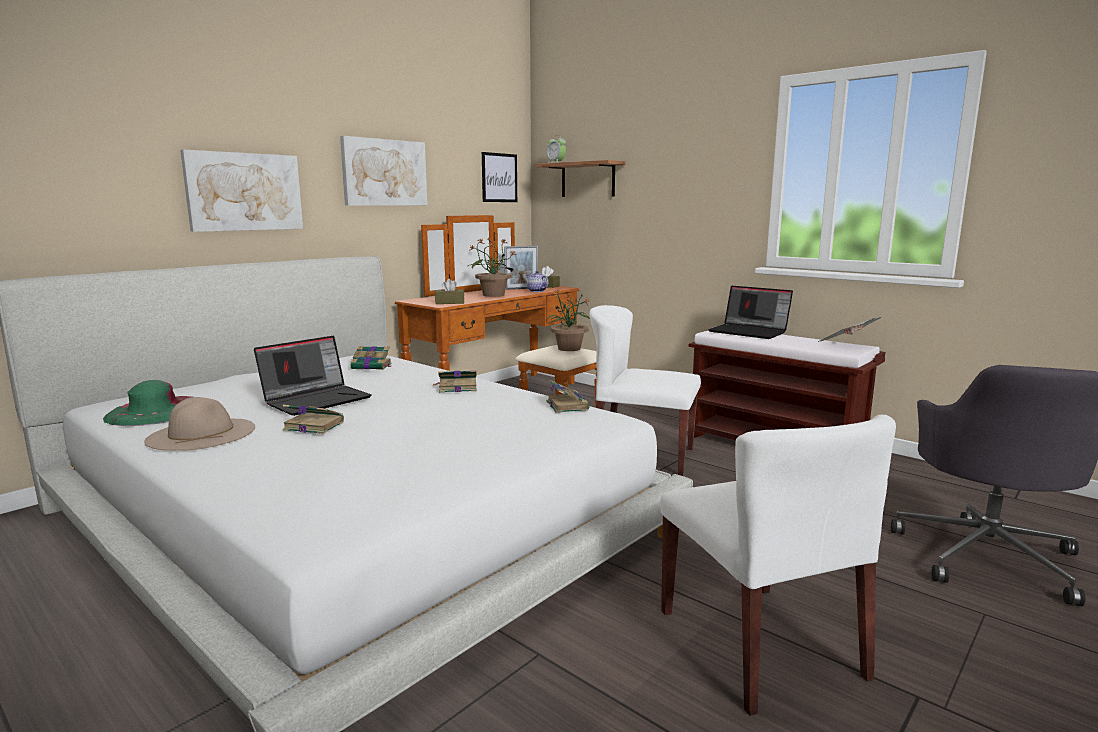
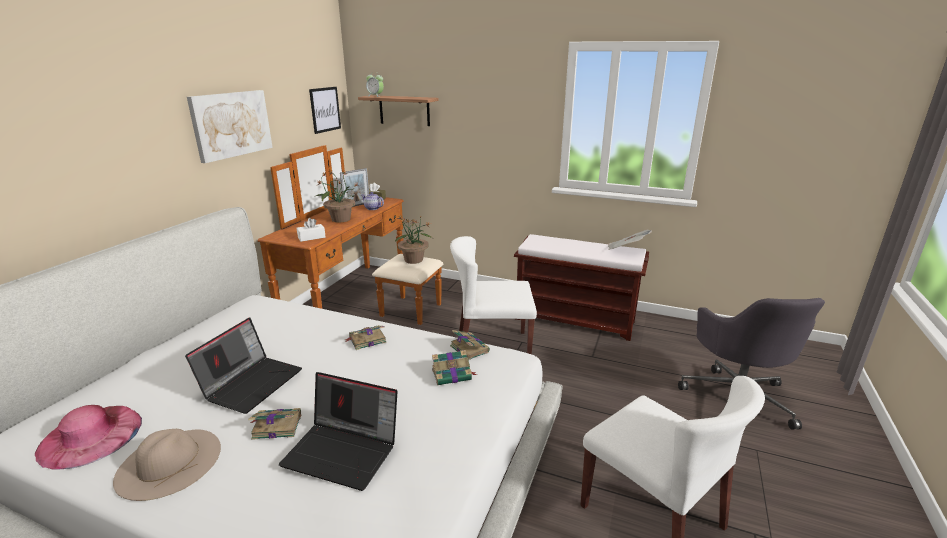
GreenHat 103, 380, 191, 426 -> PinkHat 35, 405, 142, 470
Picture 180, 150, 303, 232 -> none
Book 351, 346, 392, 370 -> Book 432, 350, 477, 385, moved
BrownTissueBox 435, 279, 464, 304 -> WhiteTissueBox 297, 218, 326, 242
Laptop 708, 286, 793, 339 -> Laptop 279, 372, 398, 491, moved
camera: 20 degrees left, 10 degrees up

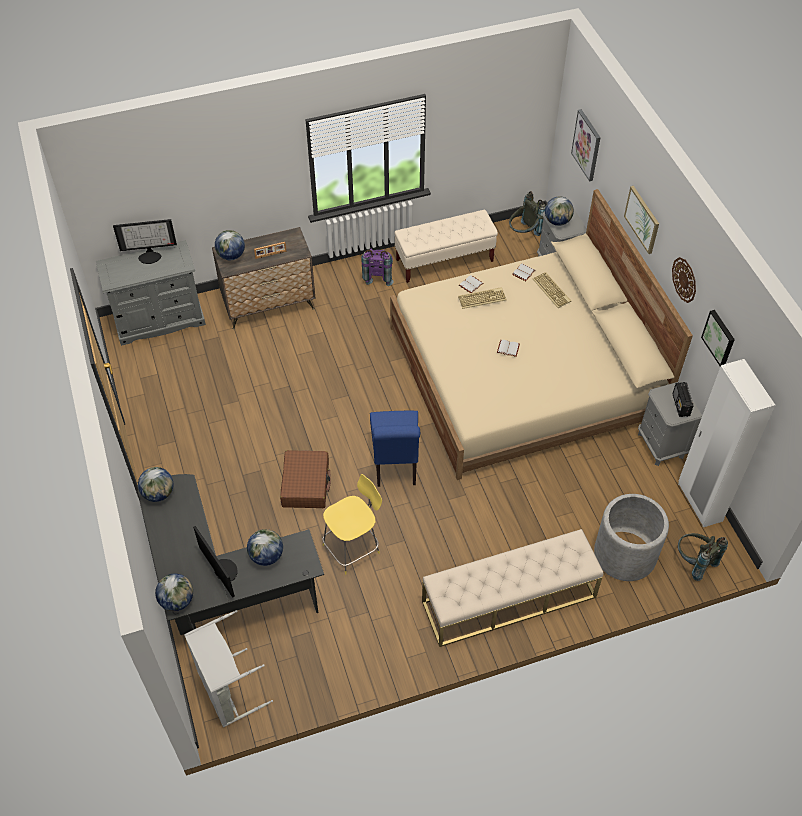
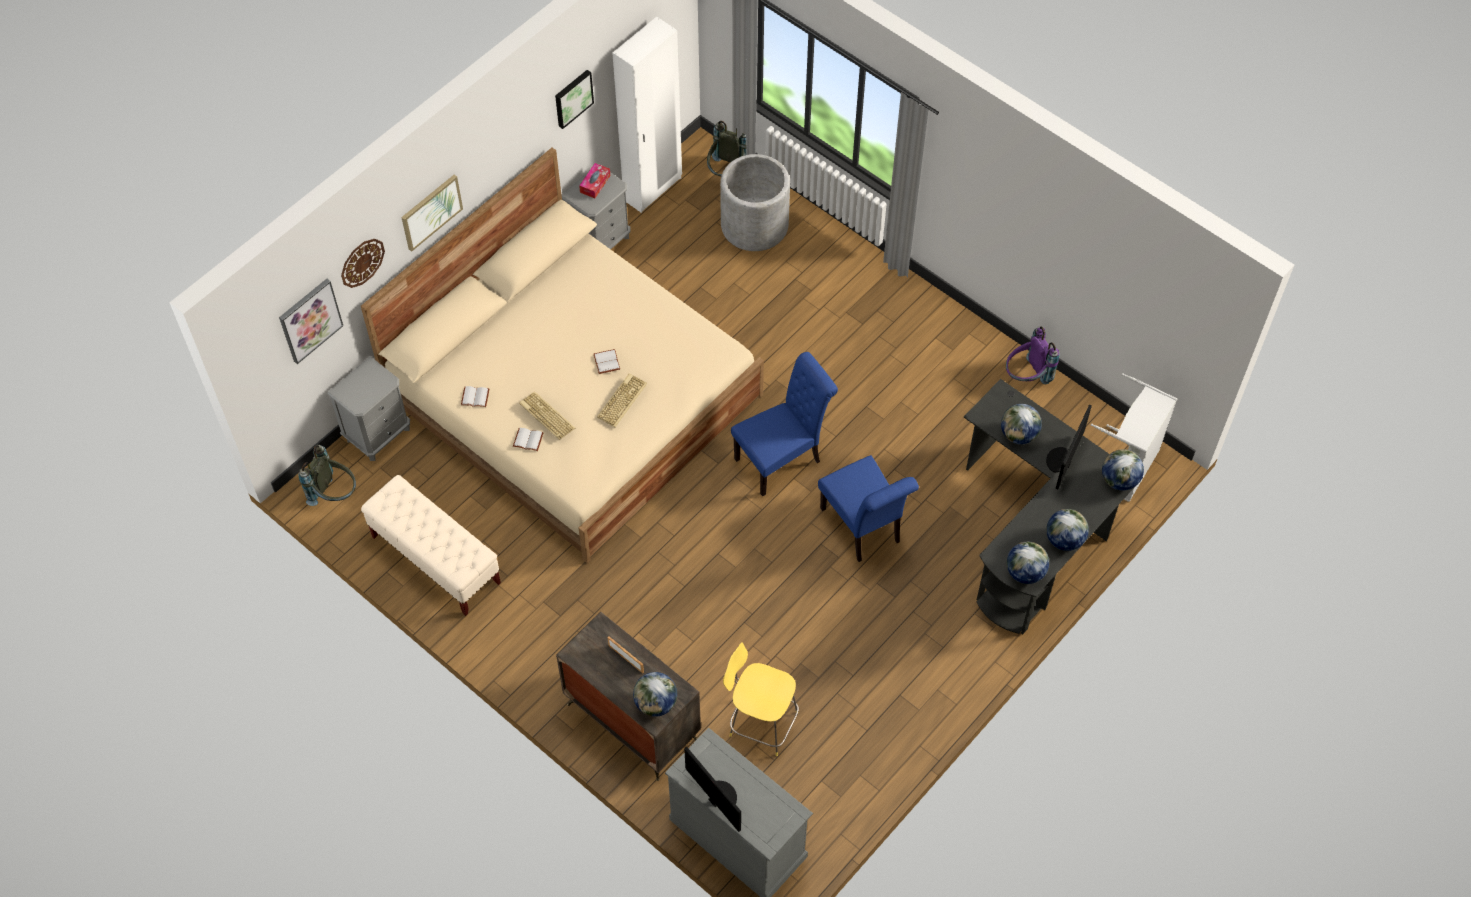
BrownSuitcase 280, 450, 331, 508 -> BlueChair 818, 455, 919, 562
YellowStool 322, 474, 382, 575 -> YellowStool 723, 642, 799, 756, moved
PurpleBackpack 361, 249, 394, 286 -> PurpleBackpack 1006, 326, 1060, 384, moved
BeigeBench 422, 529, 603, 647 -> none
Keyboard 533, 272, 571, 308 -> Keyboard 597, 373, 647, 427, moved
Globe 545, 196, 574, 226 -> Globe 1046, 509, 1089, 551, moved
WallClock 672, 257, 696, 303 -> WallClock 341, 239, 385, 288, moved
Radio 673, 382, 694, 417 -> TissueBox 579, 163, 610, 198
camera: 120 degrees left, 5 degrees up

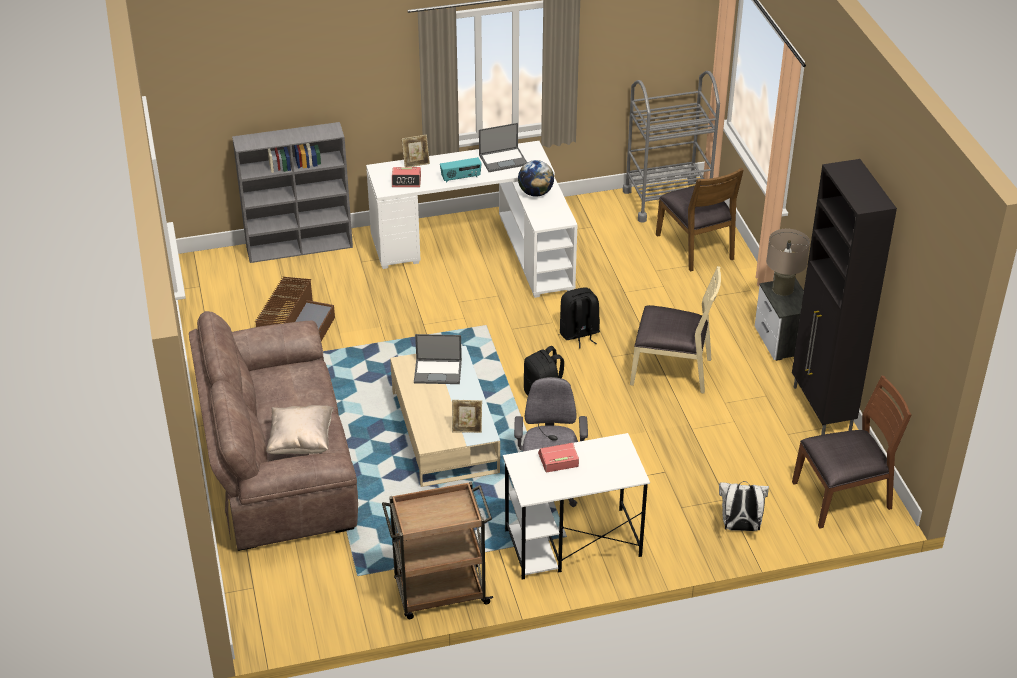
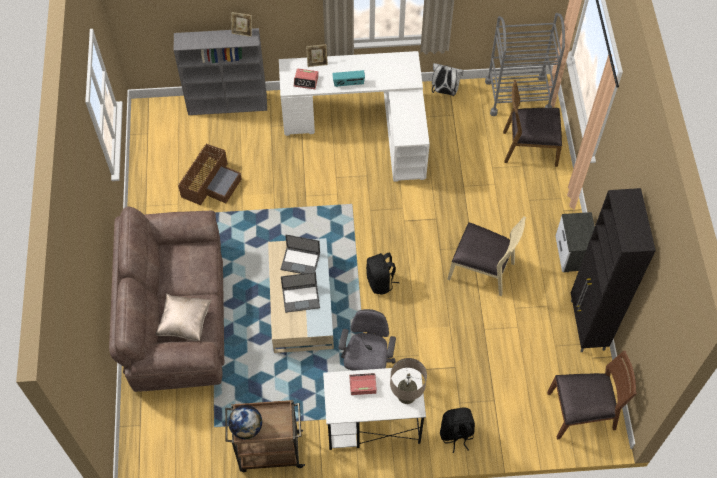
PictureFrame 452, 400, 482, 433 -> PictureFrame 231, 12, 252, 37, moved
Laptop 479, 123, 527, 172 -> Laptop 281, 272, 320, 313, moved
Globe 518, 160, 554, 197 -> Globe 228, 405, 262, 439, moved
BlackBackpack 560, 287, 600, 348 -> BlackBackpack 440, 407, 475, 453, moved
BrownChair 656, 168, 744, 272 -> BrownChair 503, 80, 562, 167, 105 degrees clockwise
WhiteBackpack 719, 481, 769, 531 -> WhiteBackpack 432, 63, 464, 96, moved
BeigeTableLamp 766, 229, 810, 296 -> BeigeTableLamp 390, 358, 427, 404, moved
camera: 10 degrees right, 20 degrees up

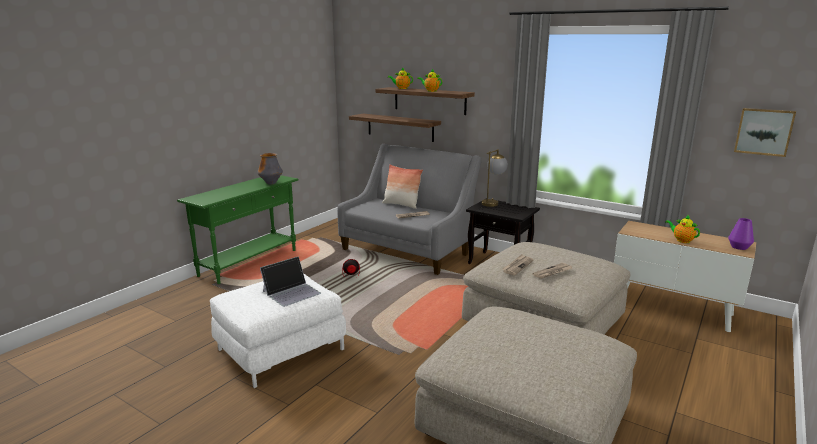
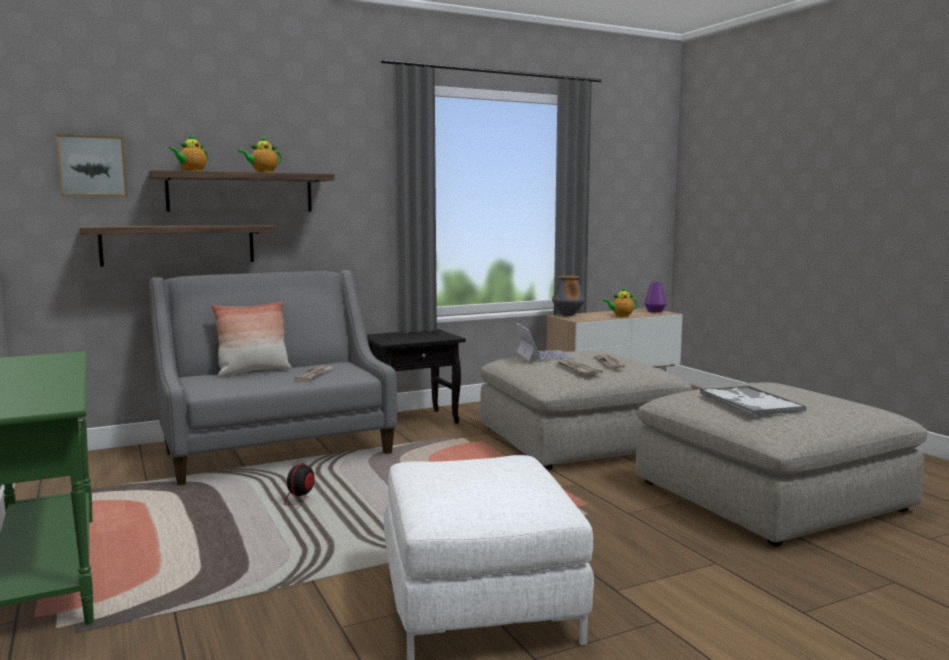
Vase 257, 153, 283, 184 -> Vase 552, 276, 585, 316, moved
Laptop 260, 256, 321, 307 -> Laptop 516, 323, 574, 361, moved
TableLamp 482, 149, 508, 207 -> none
Picture 734, 108, 796, 157 -> Picture 56, 134, 127, 197, moved
none -> Tray 700, 386, 806, 416
camera: 60 degrees left, 10 degrees down

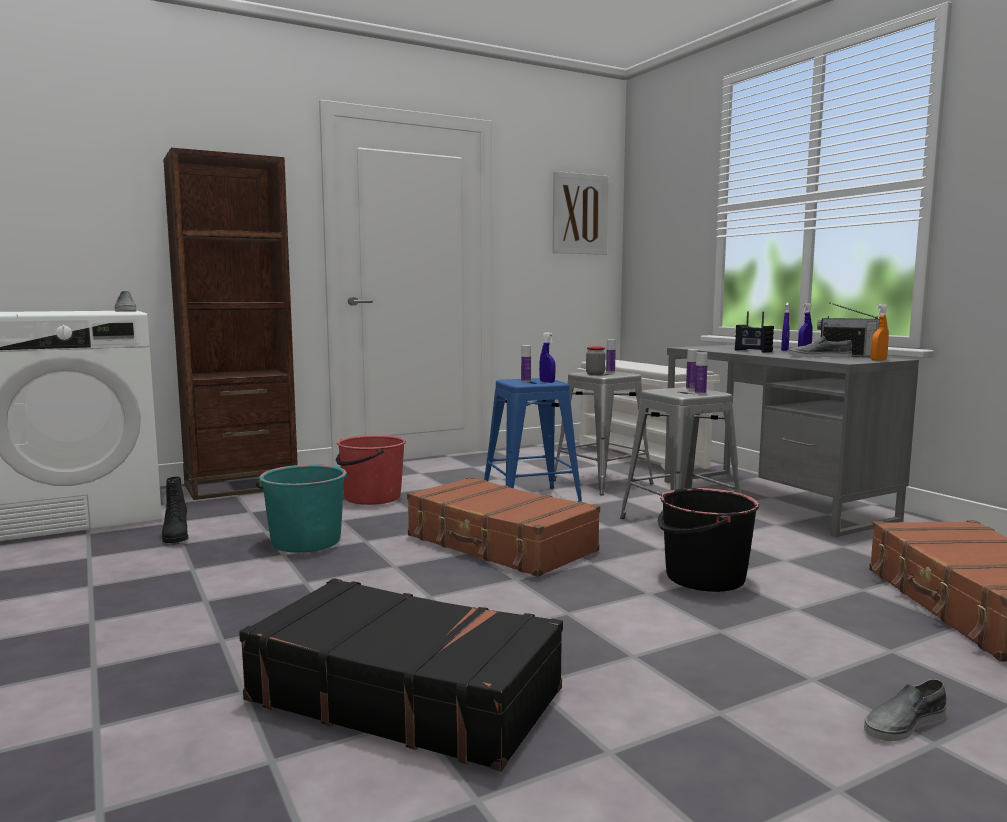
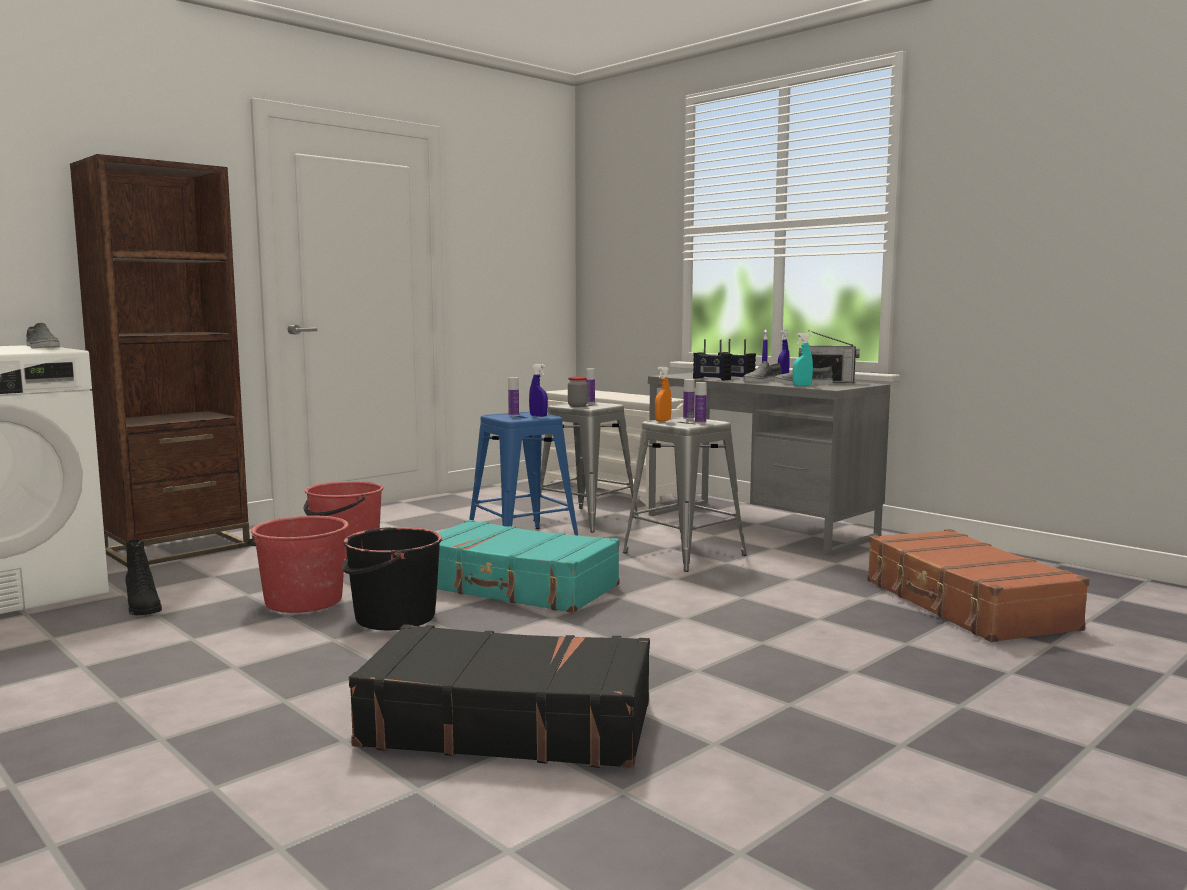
TurquoiseBucket 256, 464, 348, 553 -> RedBucket 247, 516, 349, 613
BrownSuitcase 407, 477, 600, 577 -> TurquoiseSuitcase 437, 520, 620, 613
Picture 553, 171, 609, 255 -> none
BlackBucket 657, 488, 759, 592 -> BlackBucket 342, 527, 442, 630, moved
GreyShoe 864, 679, 947, 741 -> GreyShoe 743, 361, 781, 383, moved
OrangeSprayBottle 871, 304, 889, 361 -> OrangeSprayBottle 655, 366, 672, 422, moved
none -> Radio 693, 339, 732, 380
none -> TurquoiseSprayBottle 792, 333, 813, 386
camera: 15 degrees left, 0 degrees up

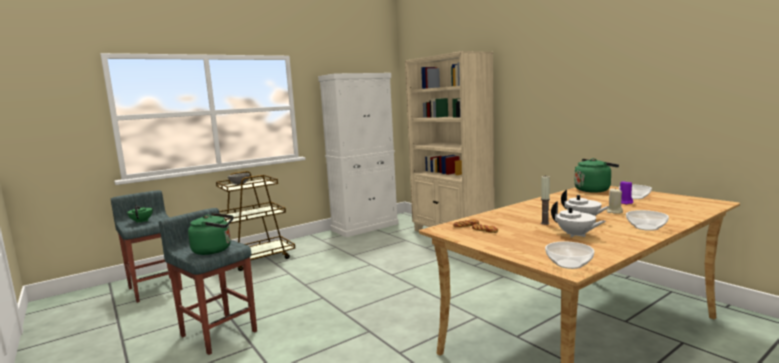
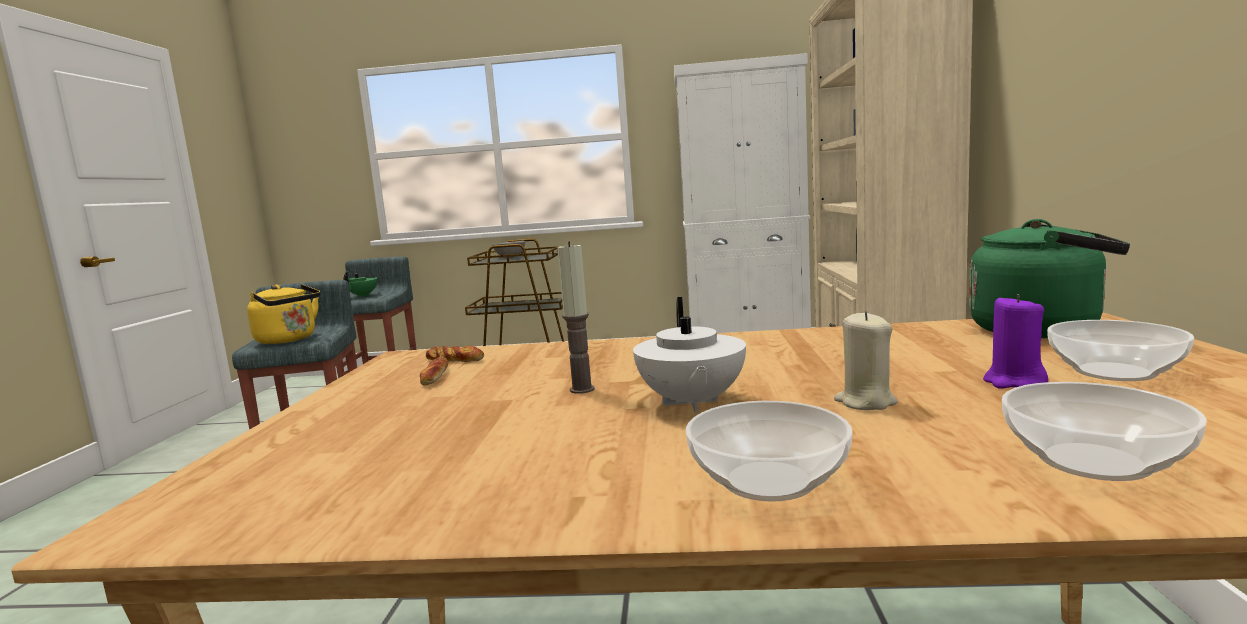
GreenKettle 188, 213, 234, 255 -> YellowKettle 247, 284, 321, 344
Bowl 545, 241, 594, 269 -> Bowl 1002, 382, 1207, 481, moved
WhiteTeapot 551, 201, 606, 238 -> none
camera: 40 degrees right, 0 degrees up

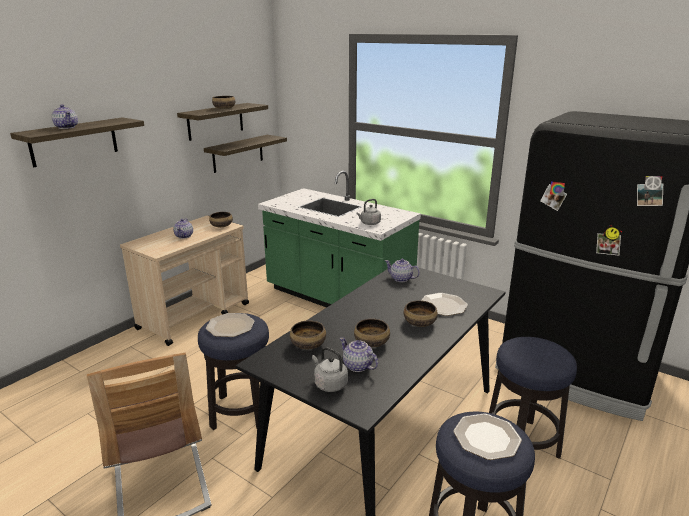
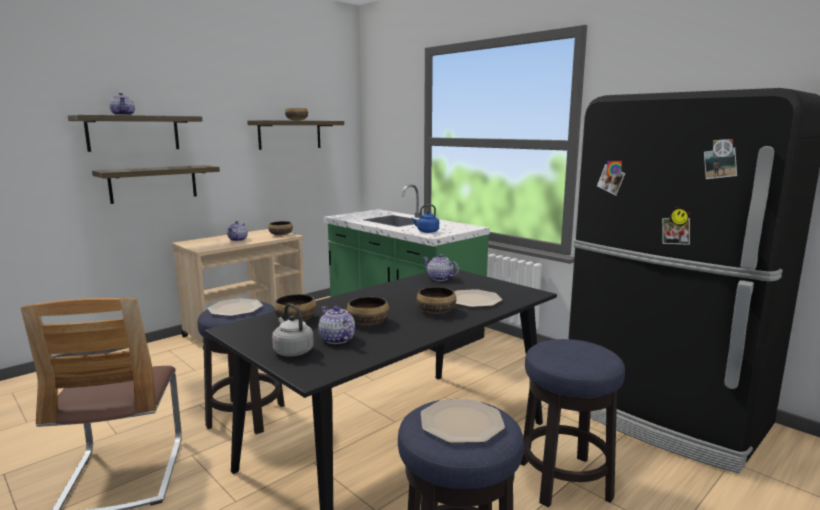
Shelf 204, 135, 287, 173 -> Shelf 92, 165, 220, 204, moved
GreyKettle 356, 199, 381, 225 -> BlueKettle 411, 204, 439, 233
camera: 10 degrees right, 10 degrees down

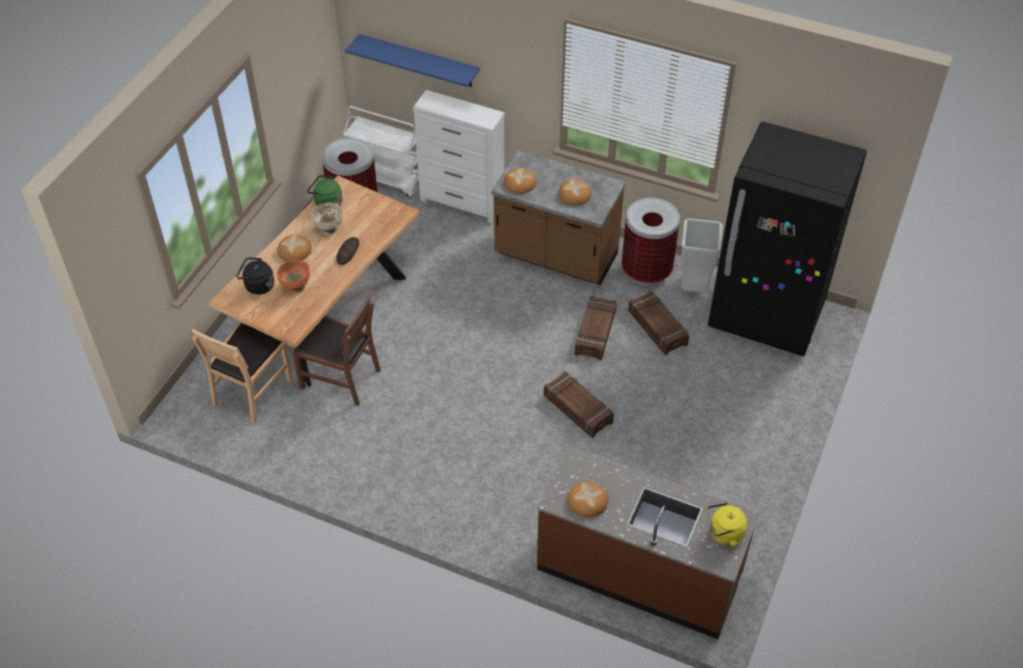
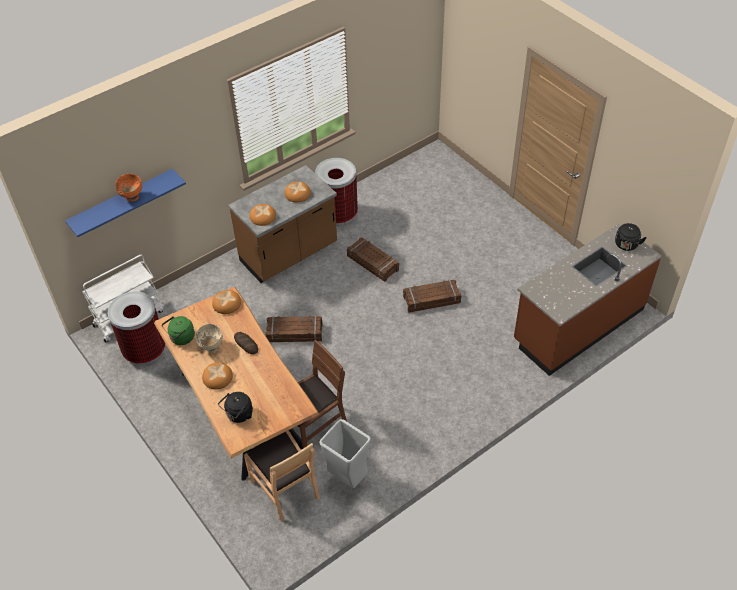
OrangeBowl 277, 260, 310, 293 -> OrangeBowl 115, 174, 142, 202, moved
WhiteDresser 413, 90, 505, 223 -> none
Bread 567, 481, 608, 517 -> Bread 212, 290, 241, 314, moved
Crate 628, 291, 689, 355 -> Crate 266, 316, 323, 342, moved
GreyTrashCan 681, 218, 723, 293 -> GreyTrashCan 319, 419, 371, 488, moved
YellowKettle 707, 503, 747, 547 -> BlackKettle 615, 223, 647, 251
BlackFridge 708, 122, 867, 357 -> none
camera: 60 degrees left, 0 degrees up

